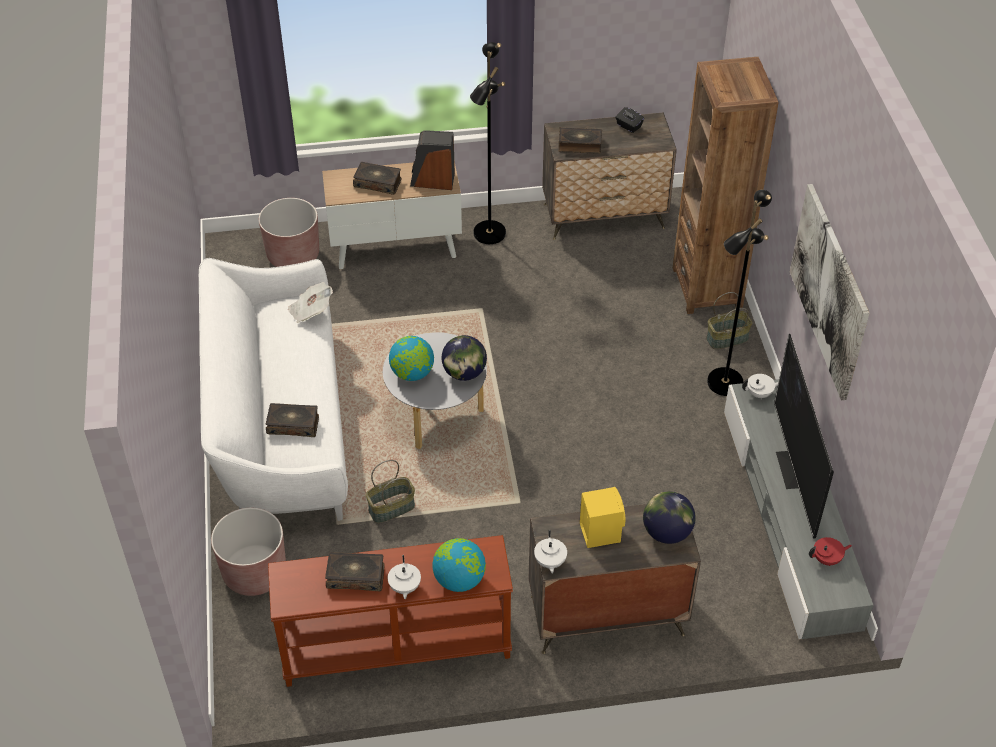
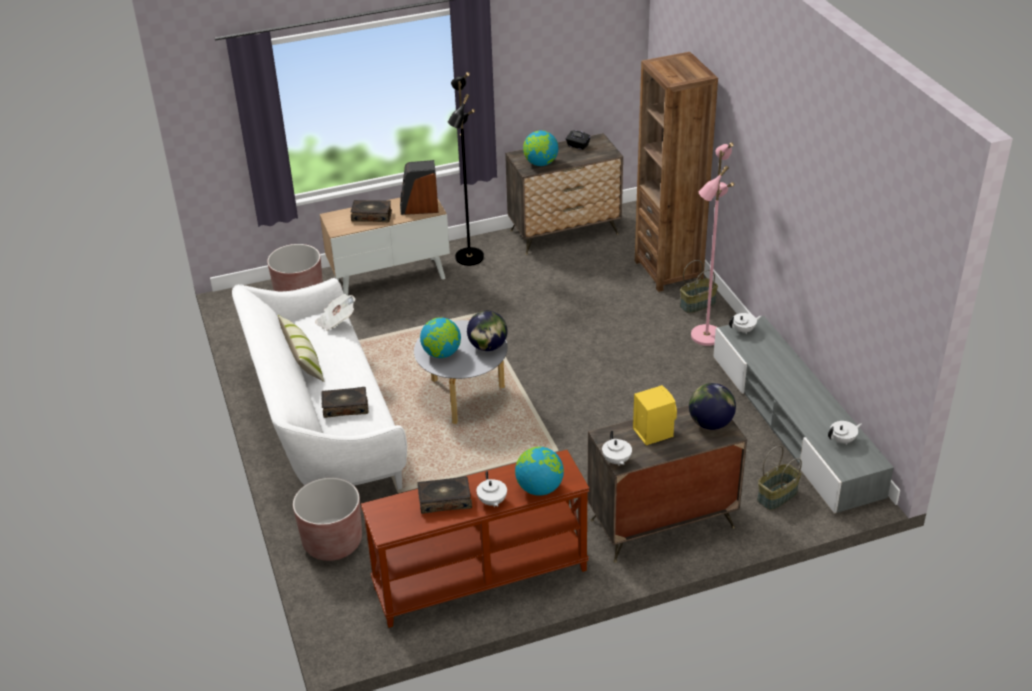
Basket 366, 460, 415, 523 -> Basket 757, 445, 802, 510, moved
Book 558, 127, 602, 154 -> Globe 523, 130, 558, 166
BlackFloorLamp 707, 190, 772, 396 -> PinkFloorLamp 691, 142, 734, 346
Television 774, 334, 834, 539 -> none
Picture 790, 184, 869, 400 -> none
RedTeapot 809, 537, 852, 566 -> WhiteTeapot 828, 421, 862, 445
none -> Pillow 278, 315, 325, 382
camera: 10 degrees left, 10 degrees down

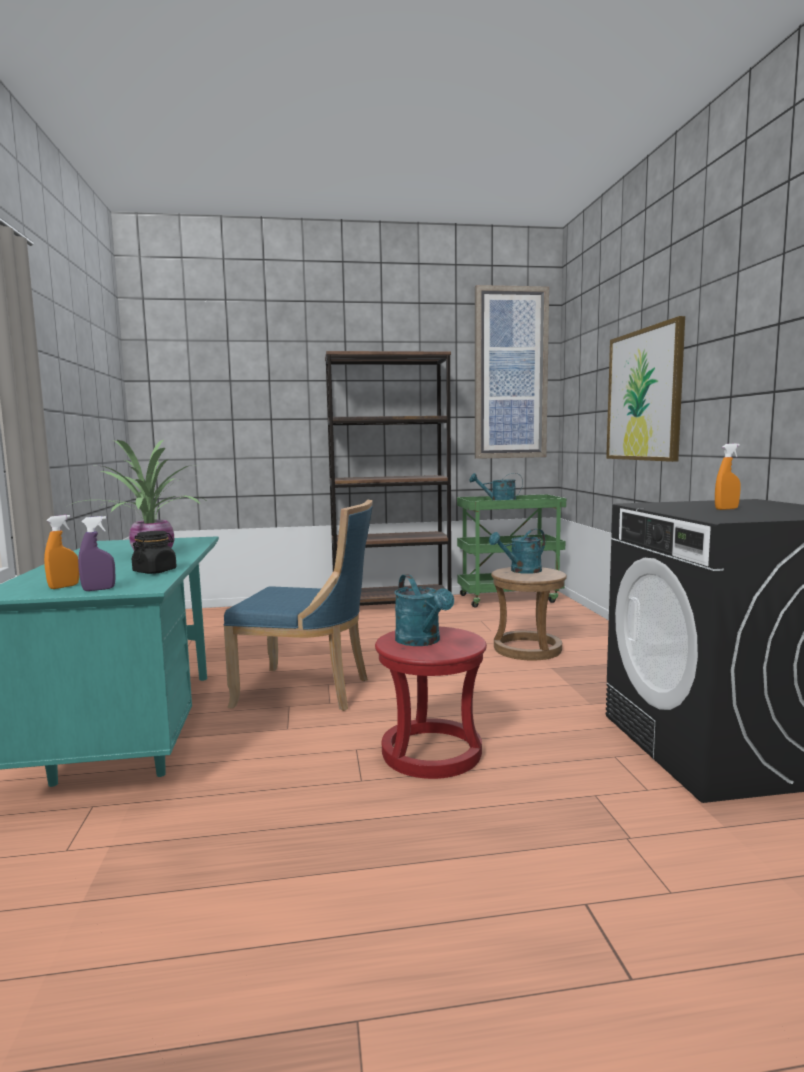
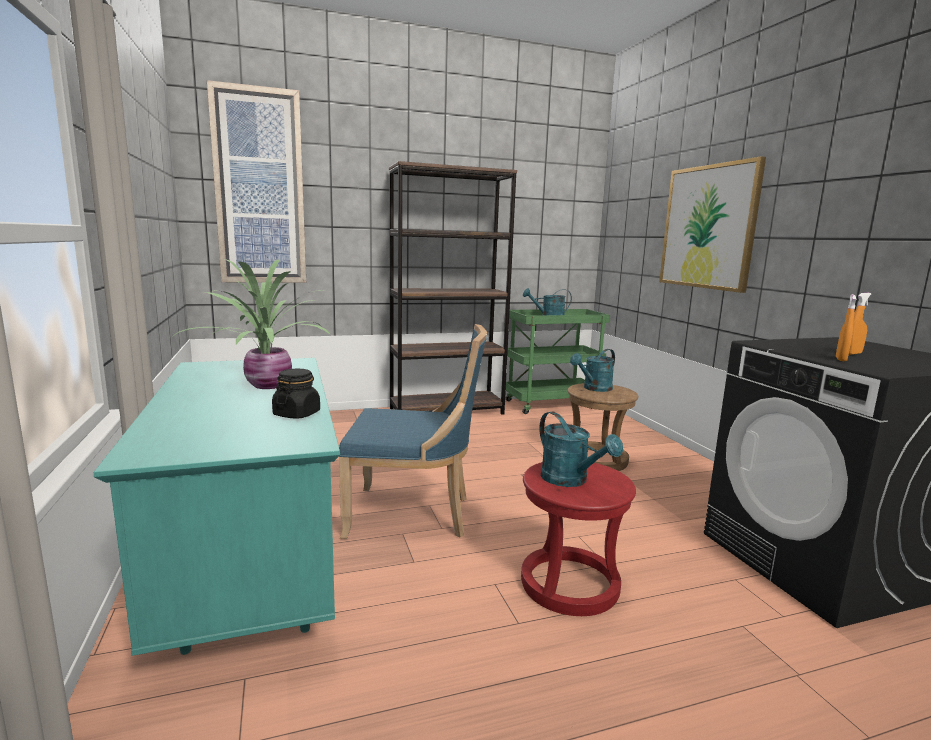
OrangeSprayBottle 44, 515, 79, 589 -> OrangeSprayBottle 836, 294, 856, 361, moved
PurpleSprayBottle 78, 516, 115, 591 -> none
Picture 475, 285, 549, 459 -> Picture 207, 80, 306, 283, moved
camera: 10 degrees left, 5 degrees up

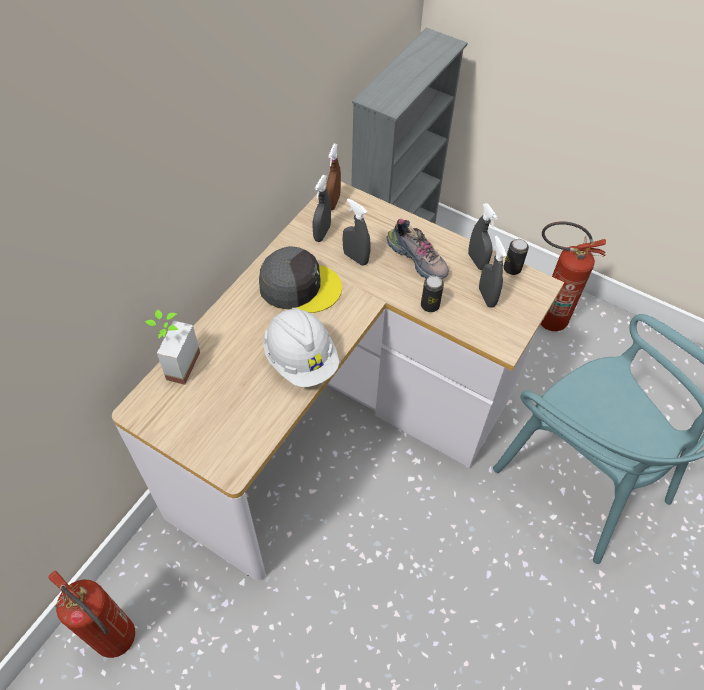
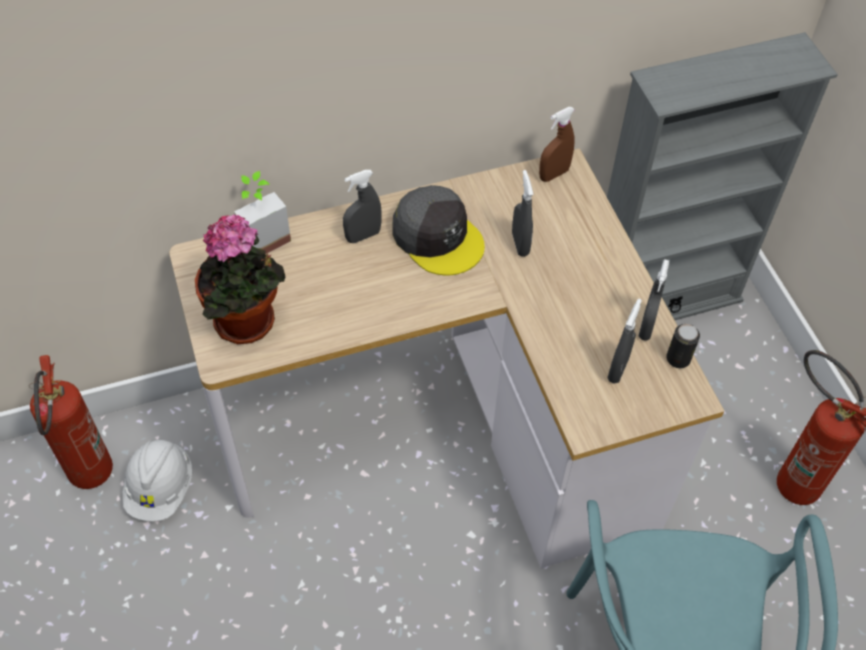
WhiteHardHat 263, 308, 339, 387 -> WhiteHardHat 123, 440, 192, 521, moved
GreySprayBottle 313, 175, 331, 242 -> GreySprayBottle 343, 170, 382, 243, moved
Shoe 387, 219, 449, 279 -> none
Can 421, 276, 444, 312 -> none
none -> PottedPlant 195, 215, 286, 344
camera: 40 degrees right, 0 degrees up

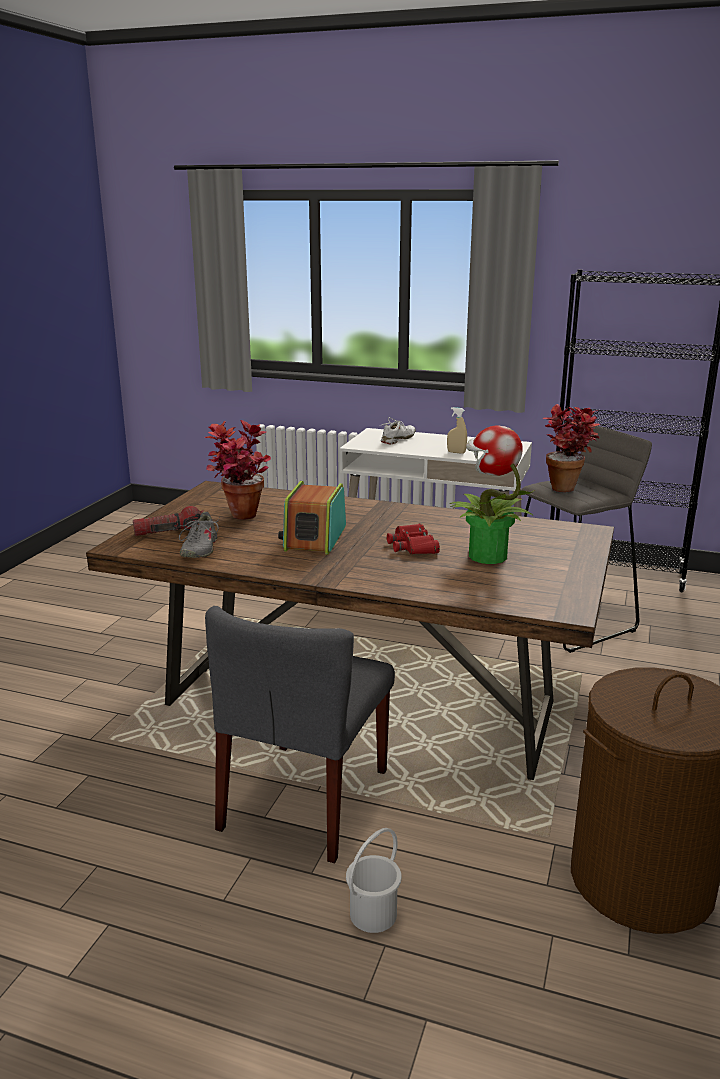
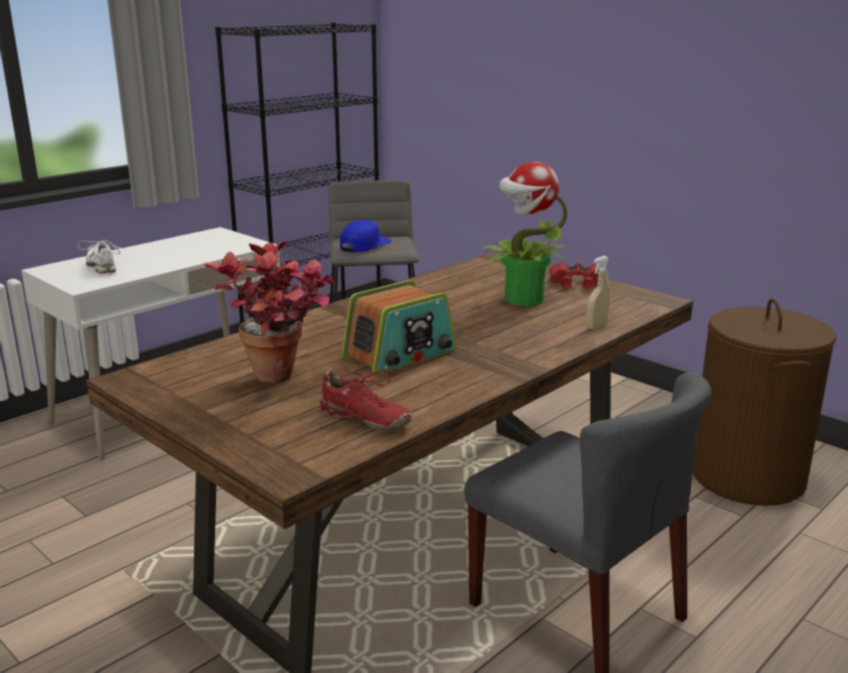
Flashlight 133, 506, 204, 536 -> none
GreyShoe 179, 512, 220, 558 -> RedShoe 320, 370, 412, 430
Radio 278, 481, 346, 555 -> Radio 341, 280, 456, 375, 75 degrees counterclockwise
WhiteBucket 346, 828, 402, 933 -> none
RedBinoculars 387, 523, 440, 554 -> RedBinoculars 549, 262, 599, 290, moved
BeigeSprayBottle 447, 407, 467, 454 -> BeigeSprayBottle 586, 256, 610, 330, moved
PottedPlant 543, 404, 600, 492 -> BlueCap 340, 220, 392, 252
camera: 65 degrees left, 0 degrees up

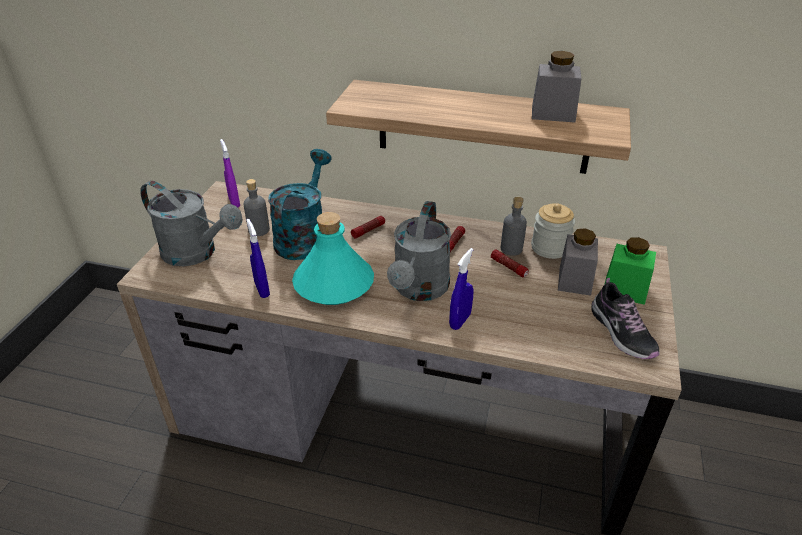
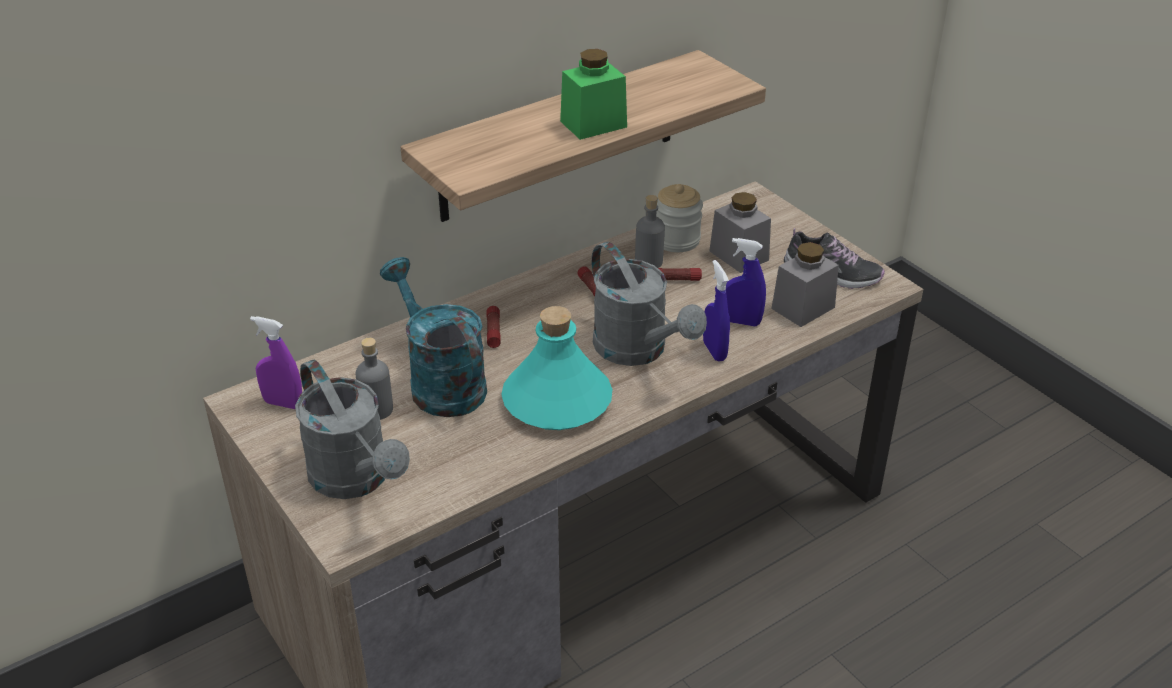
GreyWateringCan 140, 181, 243, 266 -> GreyWateringCan 295, 360, 410, 499, 75 degrees clockwise
BlueSprayBottle 246, 219, 270, 298 -> BlueSprayBottle 726, 238, 766, 327, moved
GreyJar 532, 51, 582, 123 -> GreyJar 771, 242, 839, 327, moved
GreenJar 604, 237, 656, 305 -> GreenJar 560, 49, 627, 140, moved
camera: 50 degrees left, 0 degrees up

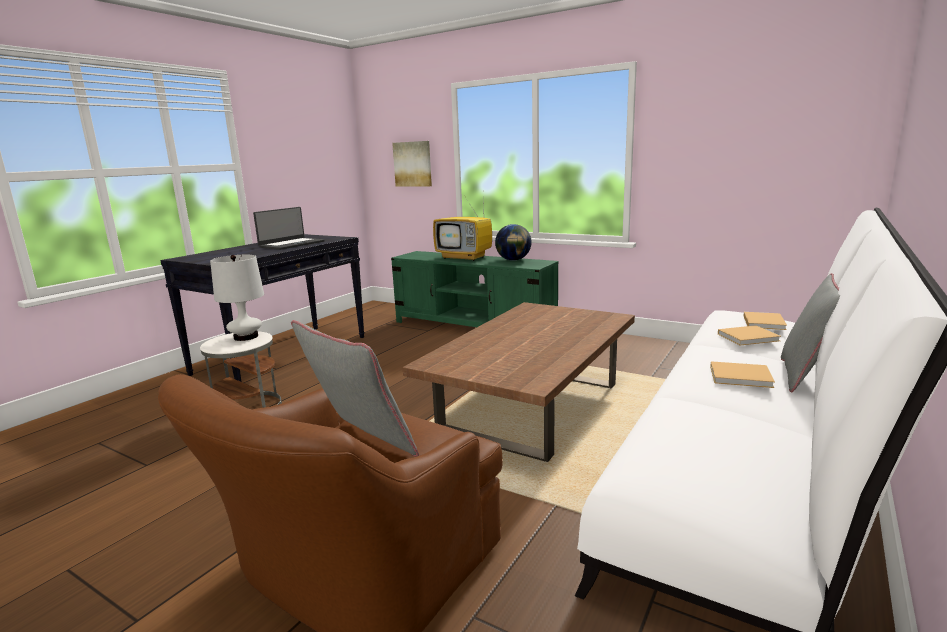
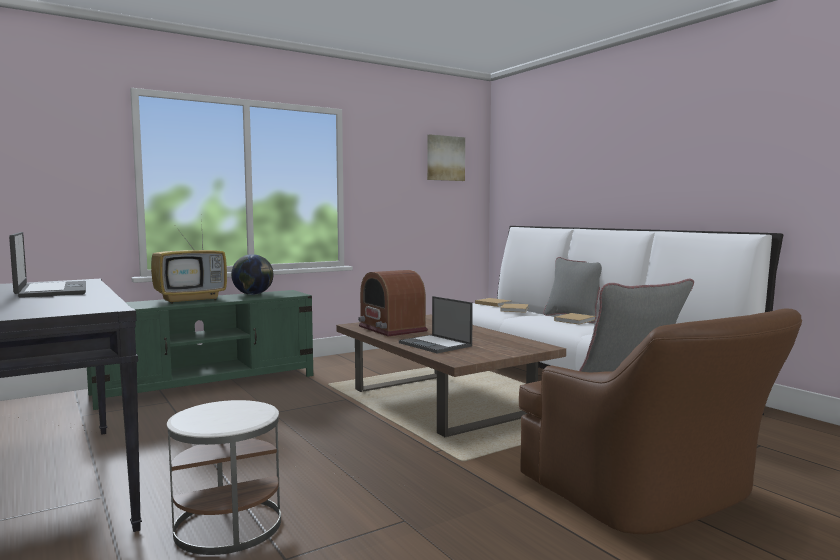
WhiteTableLamp 210, 255, 264, 341 -> none
Picture 392, 141, 432, 187 -> Picture 427, 134, 465, 181, moved
none -> Radio 358, 270, 428, 336
none -> Laptop 399, 296, 473, 353
camera: 65 degrees left, 10 degrees down

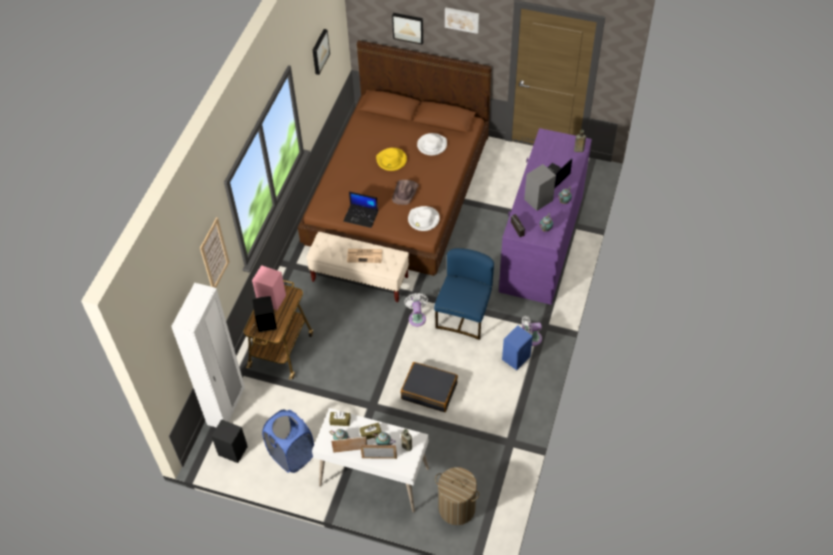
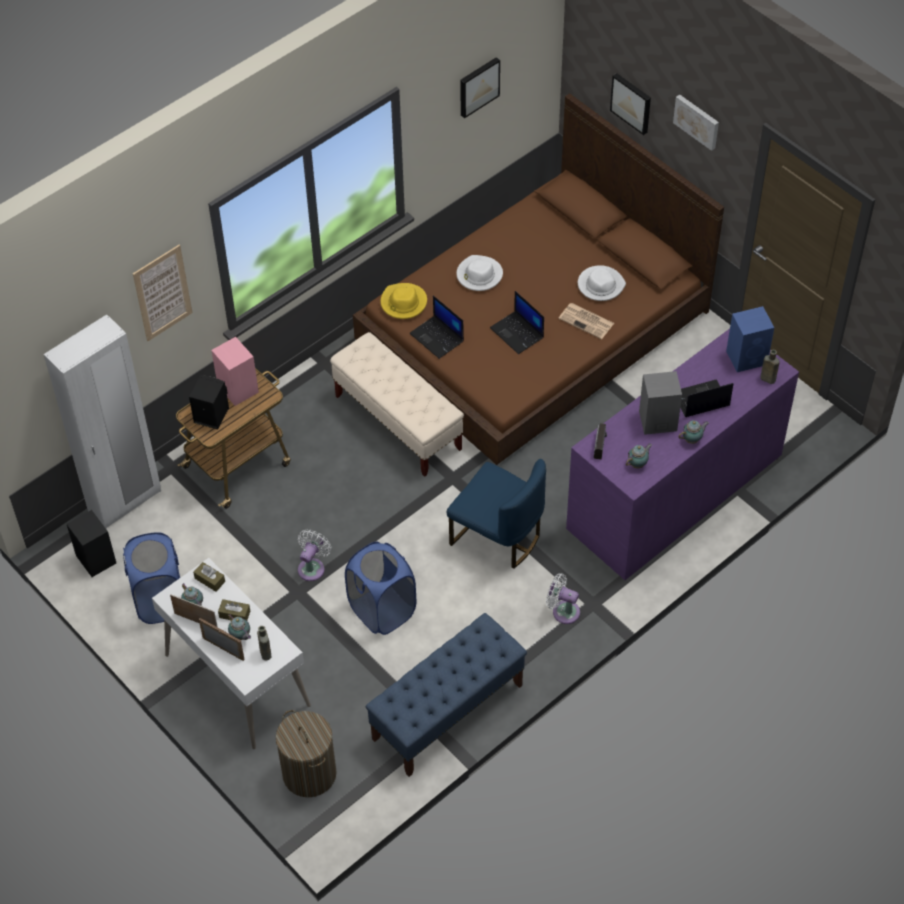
Newspaper 347, 249, 382, 263 -> Newspaper 558, 303, 614, 339, moved
YellowHat 376, 148, 407, 171 -> YellowHat 380, 283, 427, 319, moved
BrownHat 392, 180, 419, 205 -> Laptop 490, 291, 544, 354
BlackSuitcase 401, 362, 458, 412 -> BlueLaundryBasket 345, 542, 416, 635
WhiteFan 404, 293, 428, 327 -> WhiteFan 298, 530, 331, 581, moved
WhiteHat 408, 206, 440, 231 -> WhiteHat 456, 255, 503, 291, moved
BlueChair 434, 248, 494, 340 -> BlueChair 447, 459, 546, 569, 75 degrees clockwise
BlueSpeaker 502, 325, 533, 370 -> BlueSpeaker 726, 306, 774, 372, moved
none -> BlueBench 366, 613, 527, 777
camera: 30 degrees right, 0 degrees up

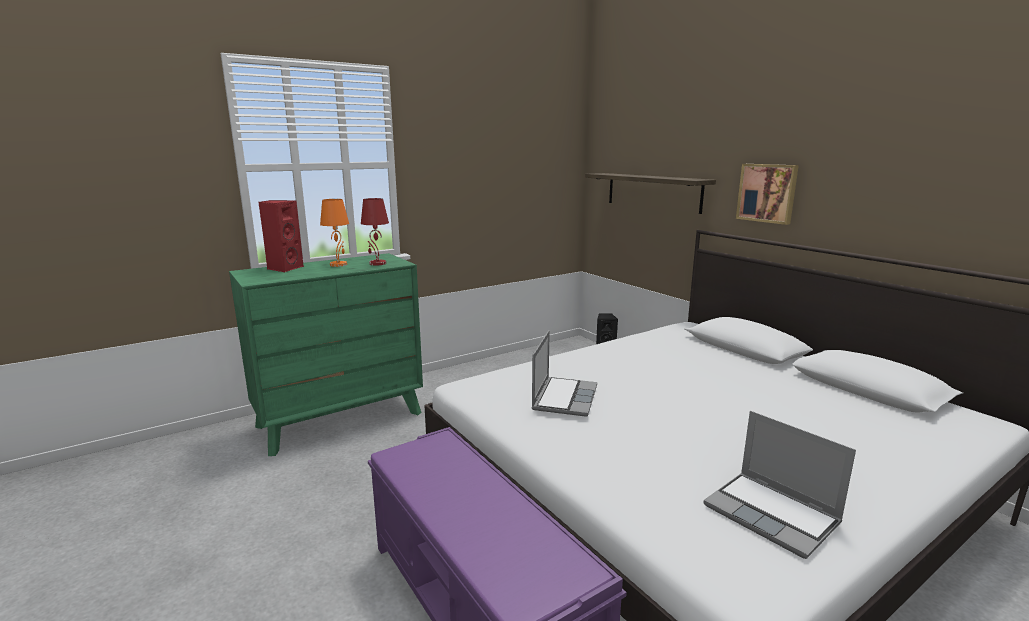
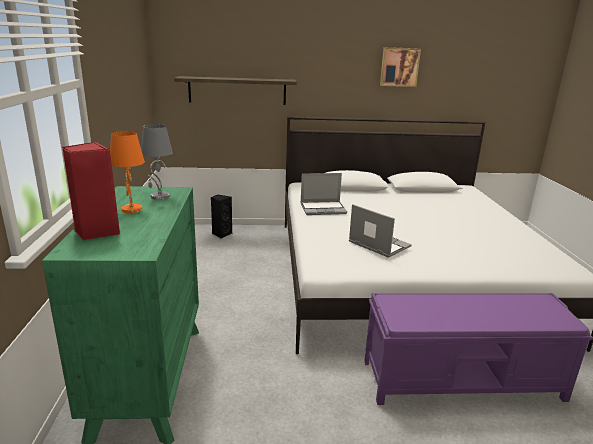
RedTableLamp 361, 198, 389, 265 -> GreyTableLamp 141, 124, 173, 200
Laptop 704, 411, 856, 559 -> Laptop 301, 173, 347, 215, moved
Picture 736, 164, 799, 225 -> Picture 380, 47, 421, 87, moved
camera: 60 degrees left, 5 degrees up

